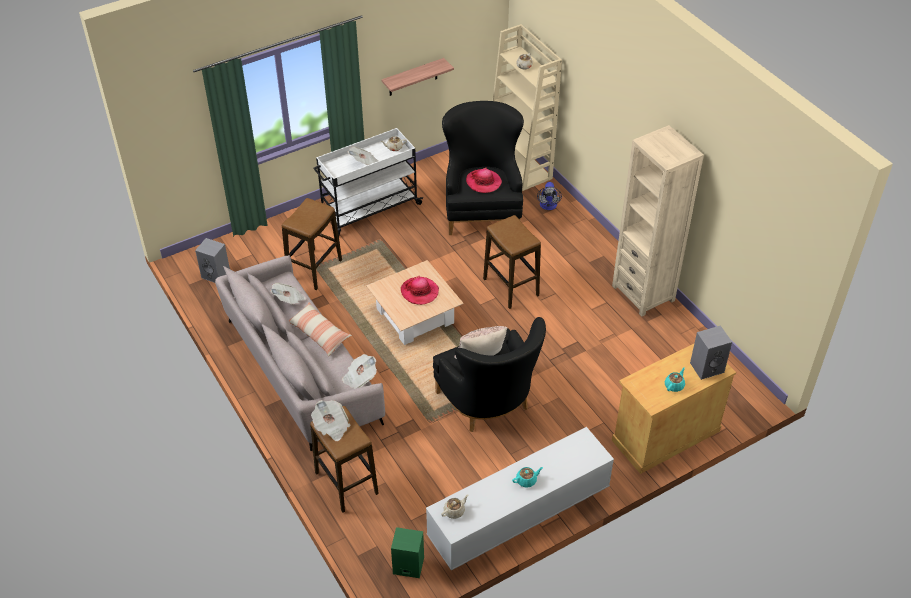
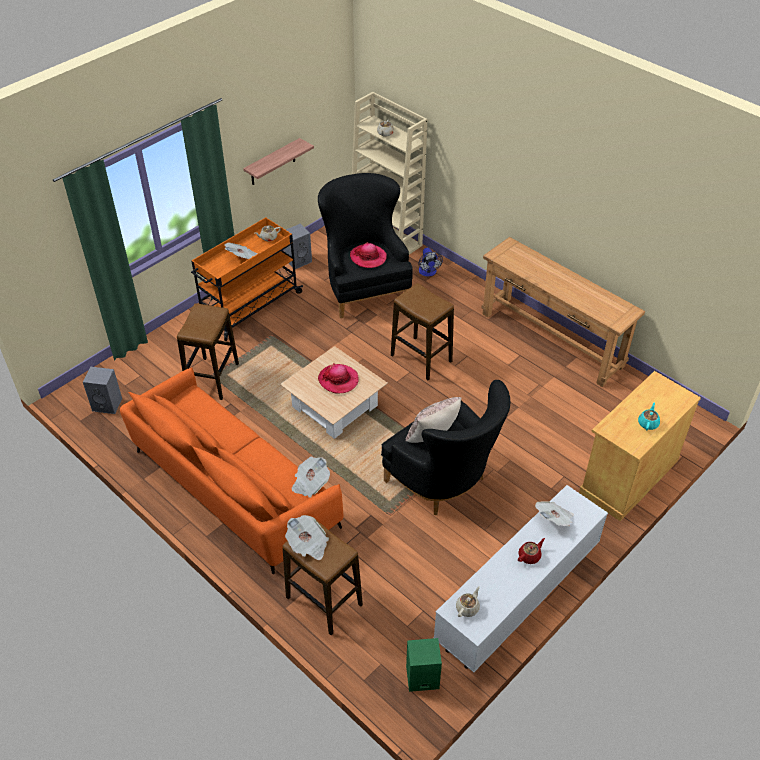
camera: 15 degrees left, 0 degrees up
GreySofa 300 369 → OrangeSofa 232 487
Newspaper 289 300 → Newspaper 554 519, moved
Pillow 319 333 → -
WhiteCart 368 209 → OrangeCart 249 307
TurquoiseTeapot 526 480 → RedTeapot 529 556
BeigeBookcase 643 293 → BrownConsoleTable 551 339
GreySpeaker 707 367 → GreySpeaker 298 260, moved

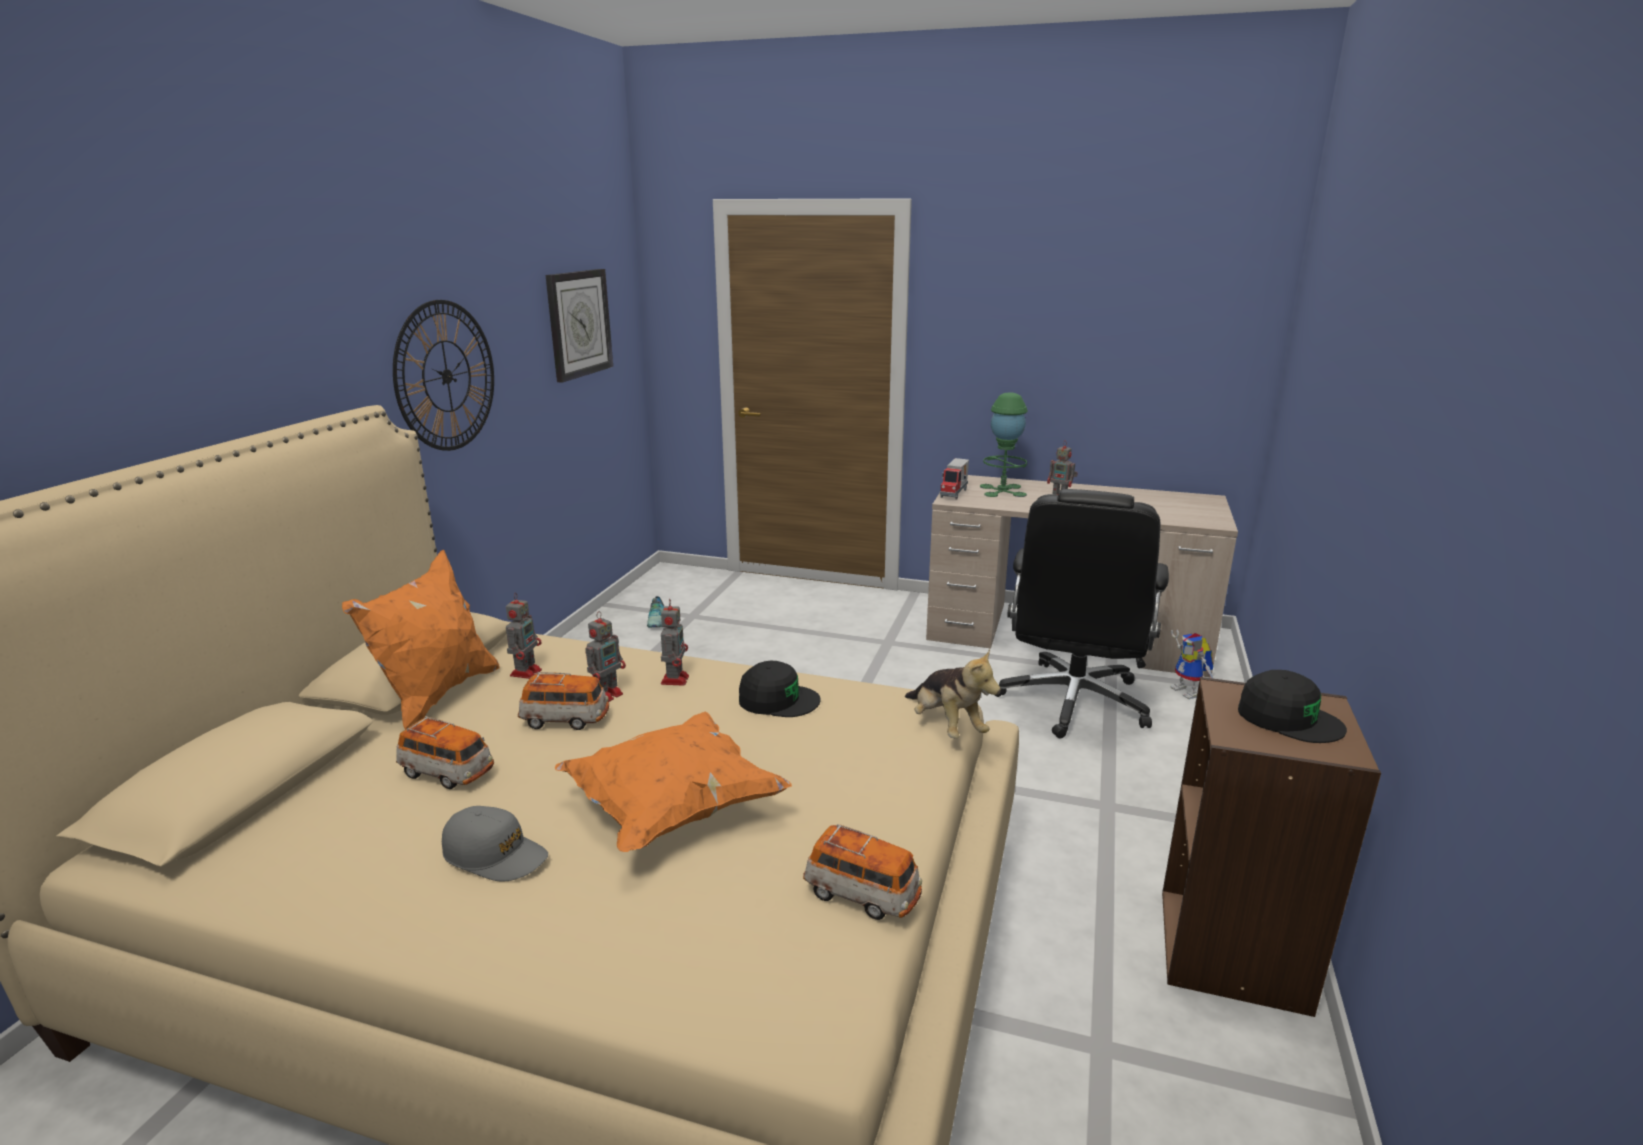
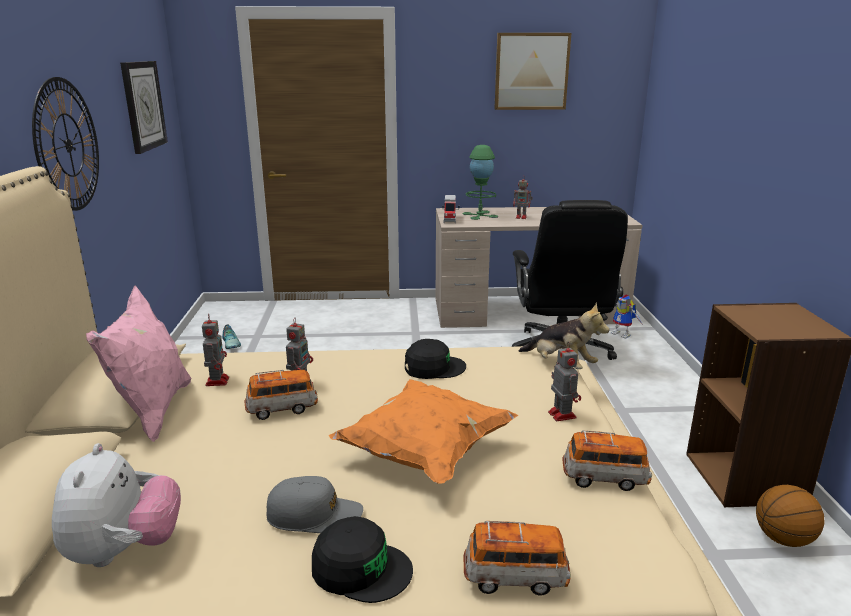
camera: 20 degrees left, 0 degrees up
OrangePillow 437 696 → PinkPillow 153 411
ToyCar 447 773 → ToyCar 515 577, moved
ToyRobot 675 679 → ToyRobot 561 414, moved
BlackCap 1288 718 → BlackCap 361 568, moved
- → PlushToy 124 550
- → Picture 531 71
- → Basketball 783 539

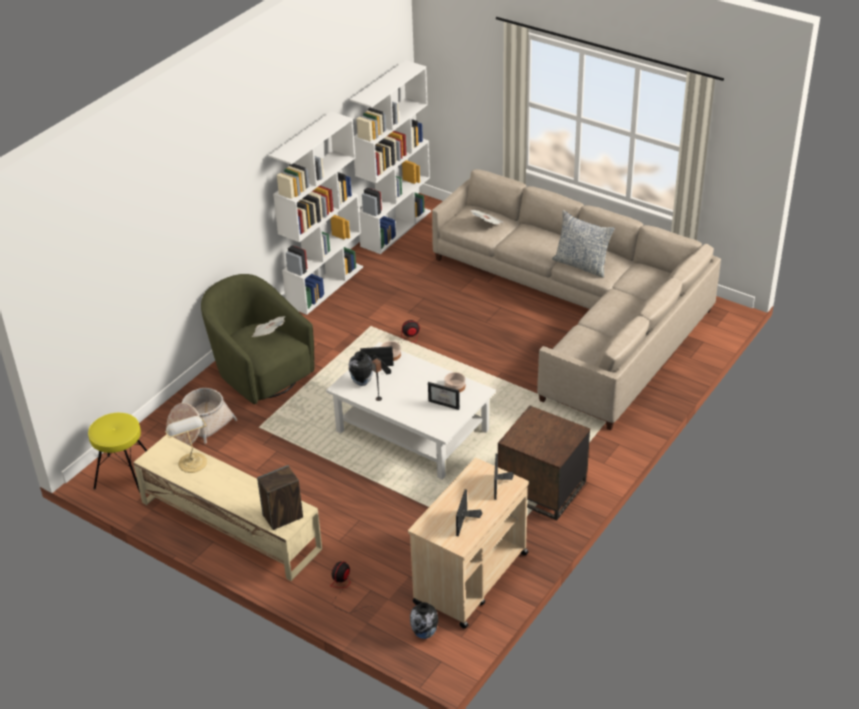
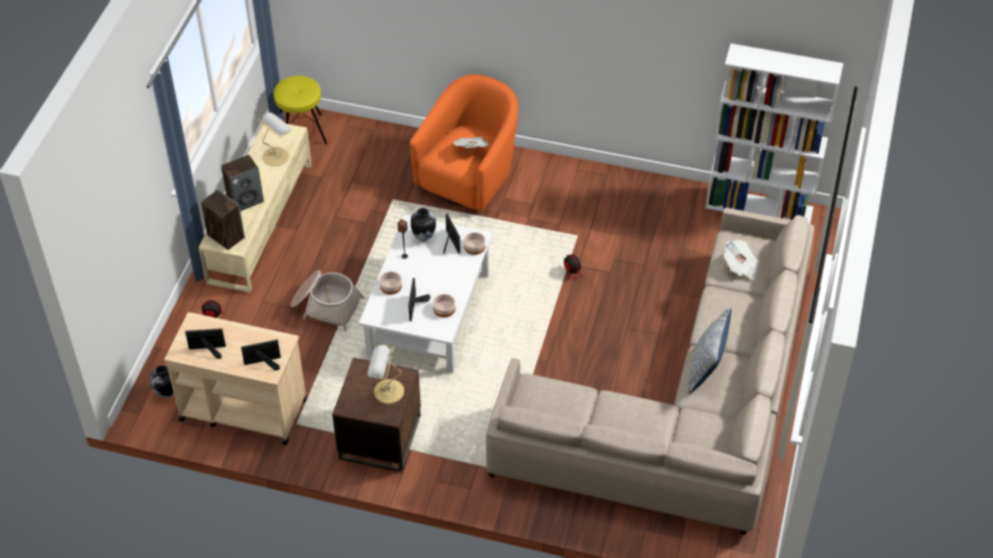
camera: 70 degrees right, 10 degrees up
Basket 200 427 → Basket 326 305, moved
GreenArmchair 261 373 → OrangeArmchair 469 176
WhiteBookcase 325 286 → -
- → Speaker 245 200
- → TableLamp 387 391
- → Bowl 391 286

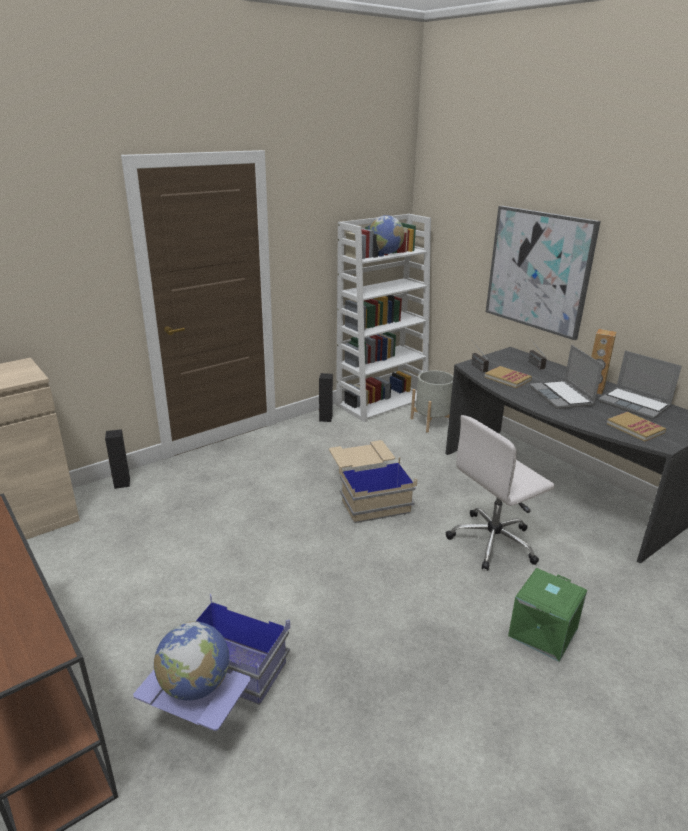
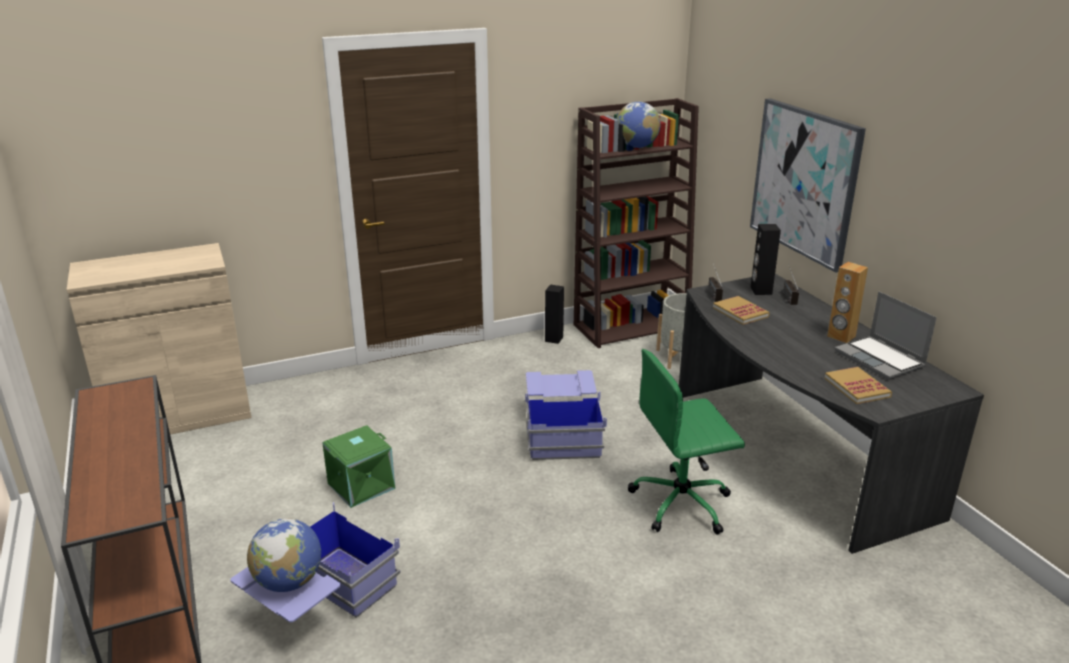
camera: 15 degrees right, 0 degrees up
BlackSpeaker 121 483 → BlackSpeaker 760 291, moved
BeigeStorageBox 368 495 → BlueStorageBox 562 432
WhiteBookcase 382 402 → BrownBookcase 632 326
WhiteOfficeChair 493 542 → GreenOfficeChair 682 503
GreenStorageBox 542 631 → GreenStorageBox 361 485, moved
Laptop 562 396 → -

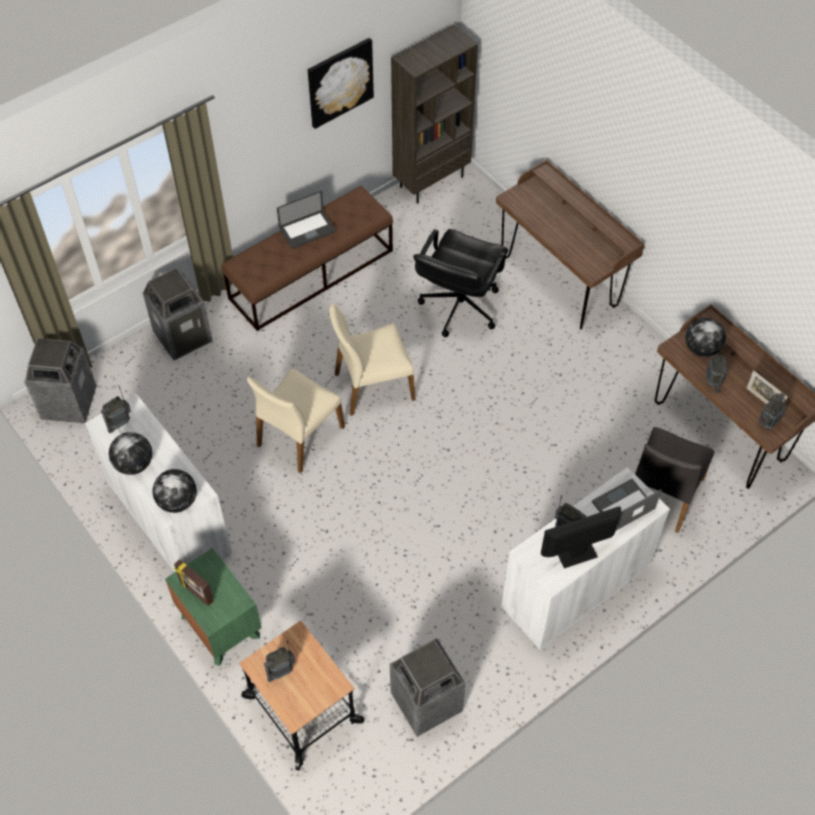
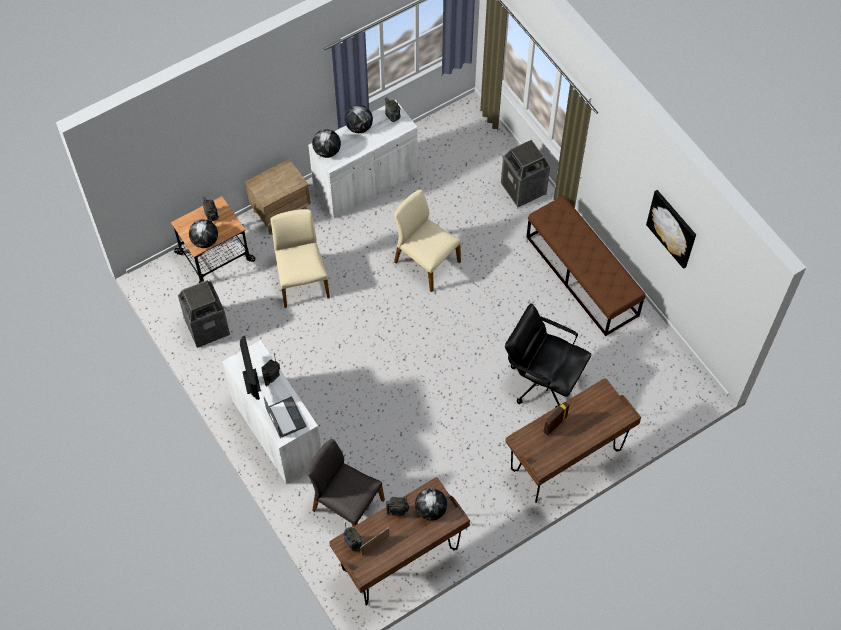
camera: 95 degrees right, 5 degrees up
TrashCan 68 403 → -
GreenNightstand 220 626 → BrownNightstand 281 212
PictureFrame 196 592 → PictureFrame 554 424, moved
Laptop 307 230 → -
BeigeChair 373 385 → BeigeChair 301 280, moved
BrownBookcase 431 181 → -
- → Globe 205 241

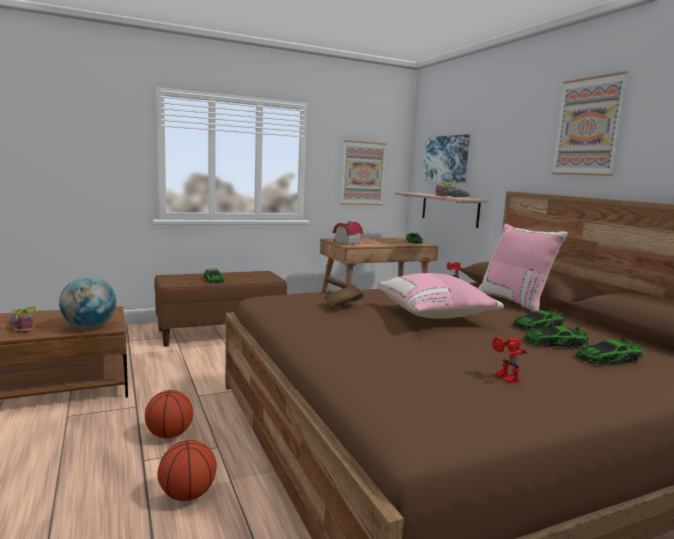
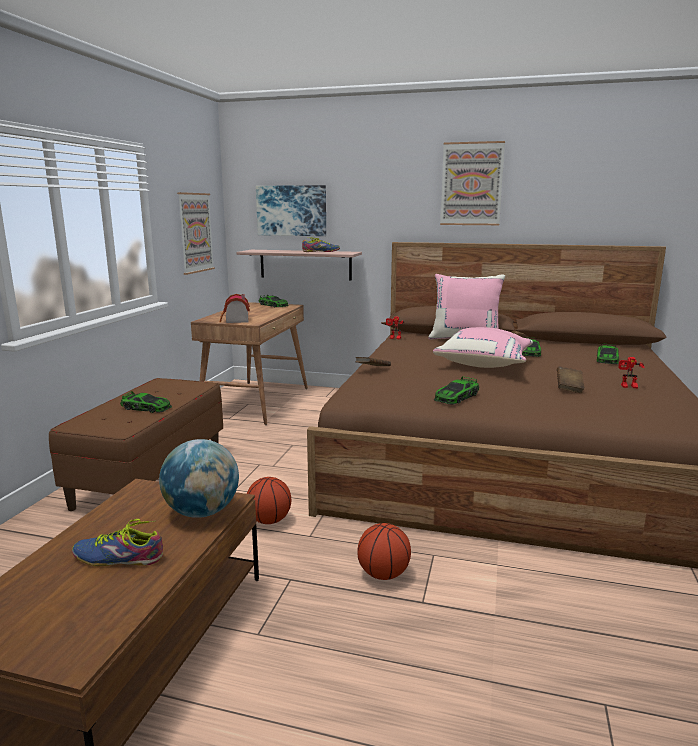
camera: 50 degrees left, 5 degrees up
Basketball 187 495 → Basketball 269 521, moved
BrownBook 343 305 → BrownBook 569 388, moved
ToyCar 554 343 → ToyCar 456 397, moved

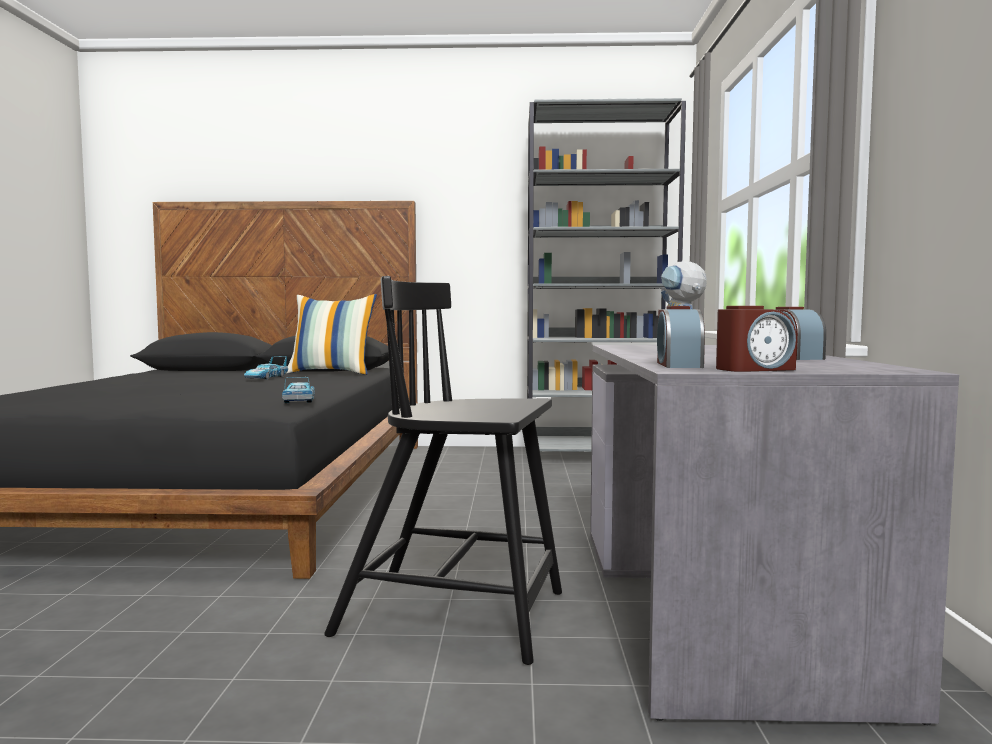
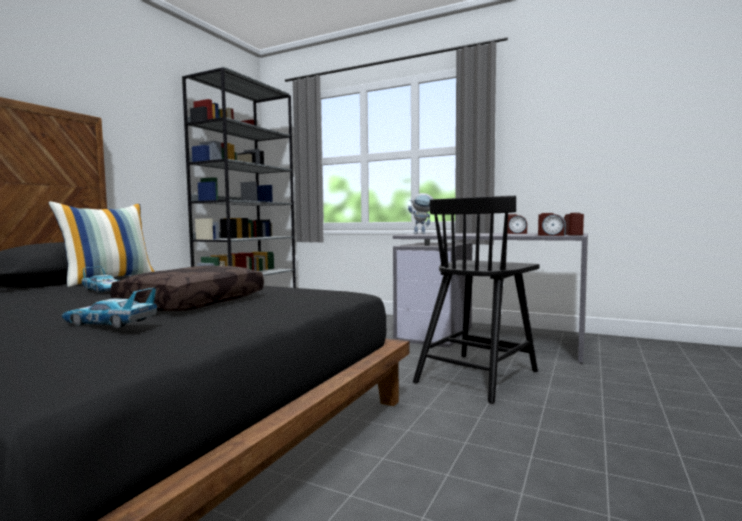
camera: 65 degrees left, 0 degrees up
ToyCar 299 400 → ToyCar 110 322, moved
- → BrownPillow 193 302

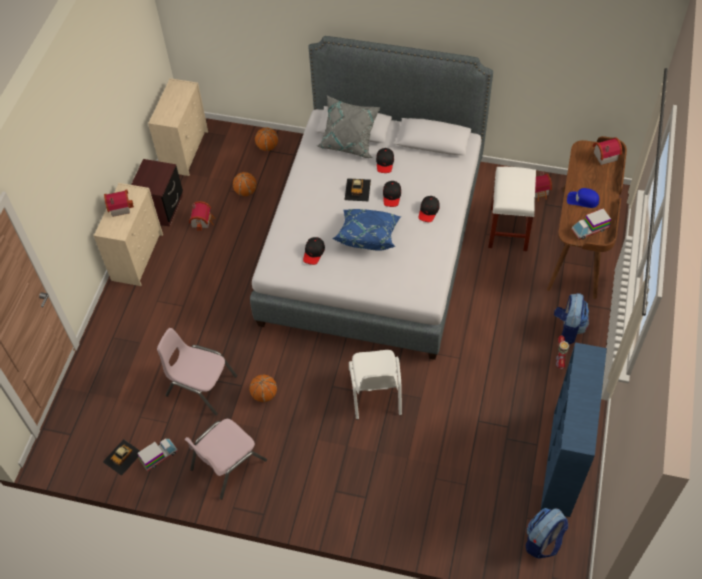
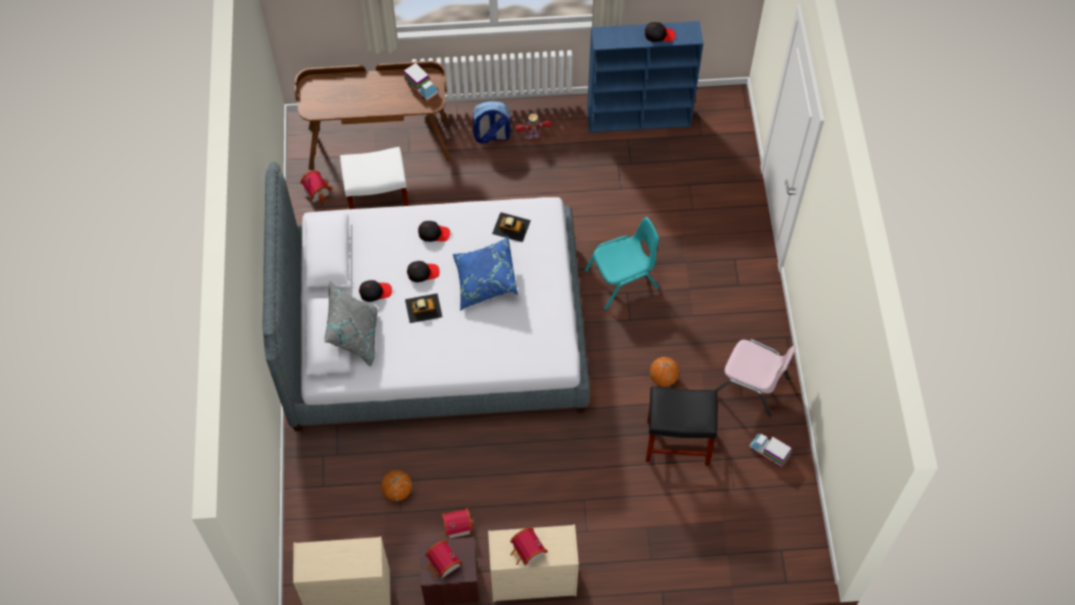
camera: 110 degrees left, 5 degrees up
ToyCar 122 457 → ToyCar 511 226, moved
PinkChair 201 386 → BlackStool 676 442
Basketball 267 147 → -
BlackCap 314 253 → BlackCap 659 35, moved
WhiteChair 375 392 → TurquoiseChair 622 280
Backpack 542 541 → -
BlueCap 582 200 → -
ToyHouse 604 155 → ToyHouse 443 565, moved

